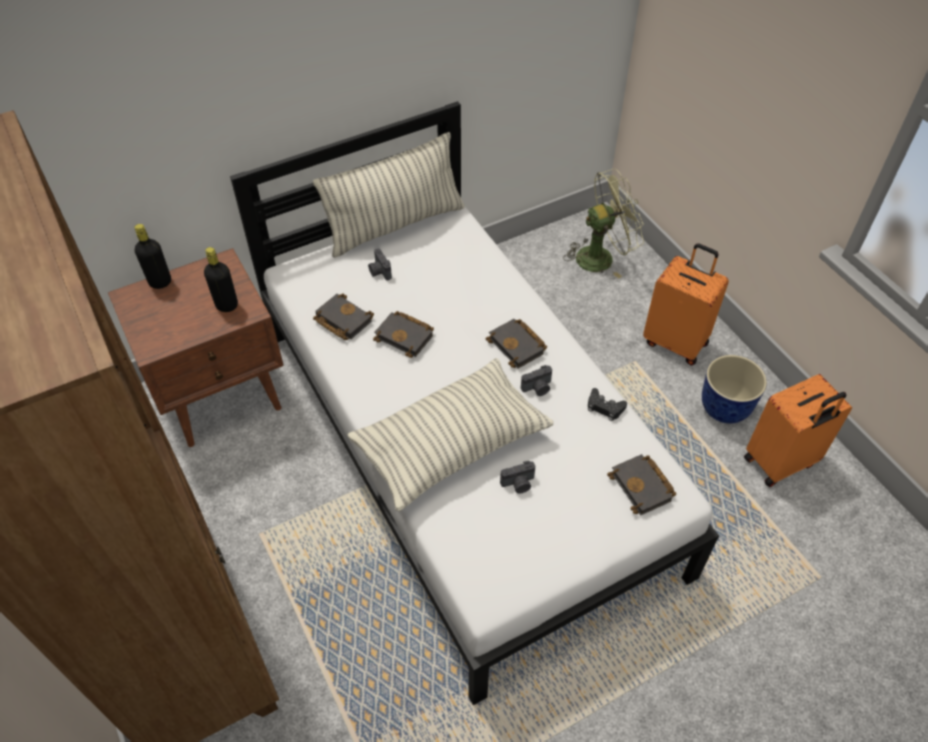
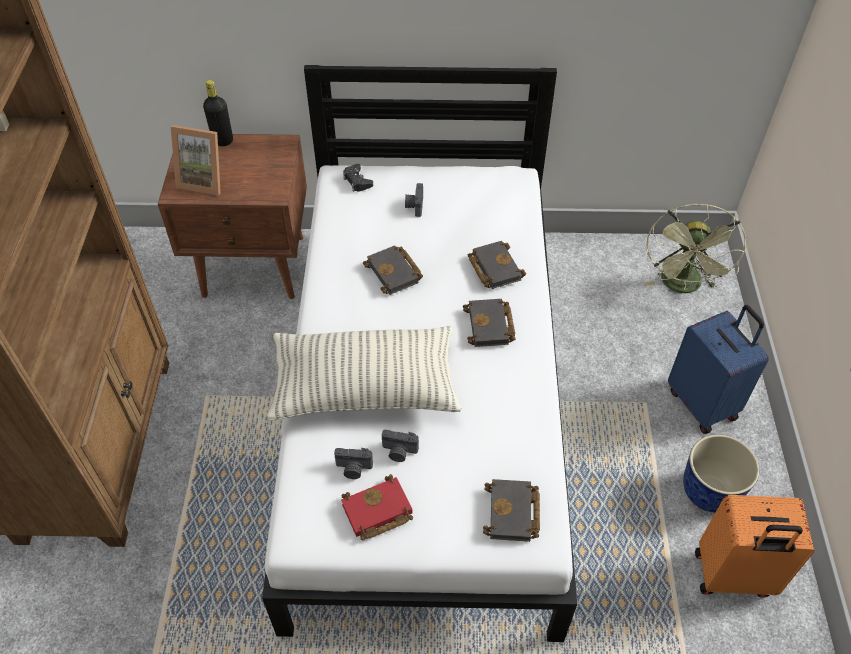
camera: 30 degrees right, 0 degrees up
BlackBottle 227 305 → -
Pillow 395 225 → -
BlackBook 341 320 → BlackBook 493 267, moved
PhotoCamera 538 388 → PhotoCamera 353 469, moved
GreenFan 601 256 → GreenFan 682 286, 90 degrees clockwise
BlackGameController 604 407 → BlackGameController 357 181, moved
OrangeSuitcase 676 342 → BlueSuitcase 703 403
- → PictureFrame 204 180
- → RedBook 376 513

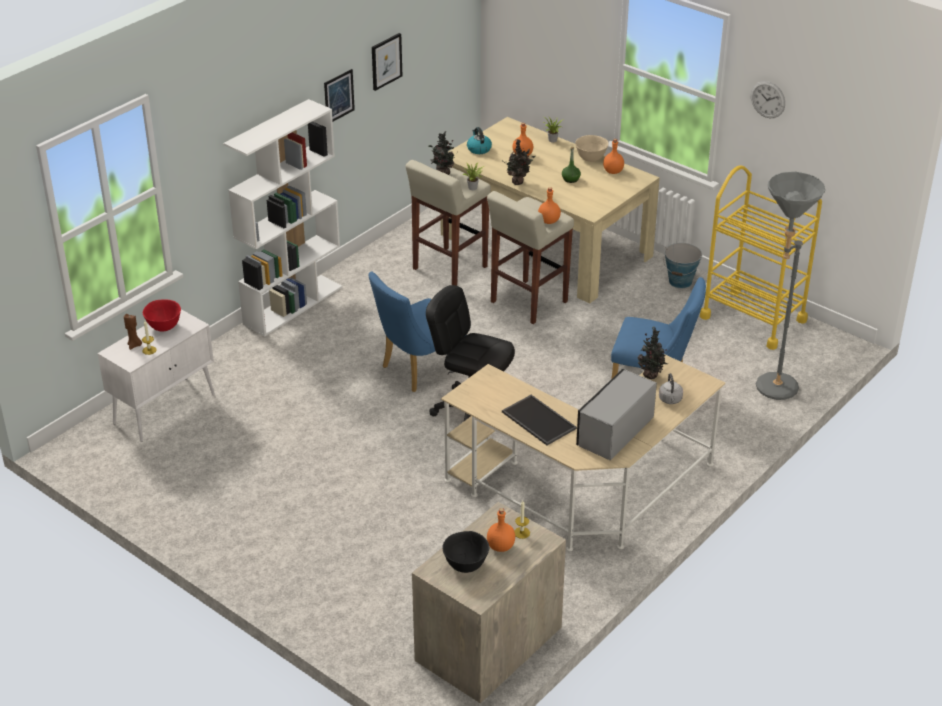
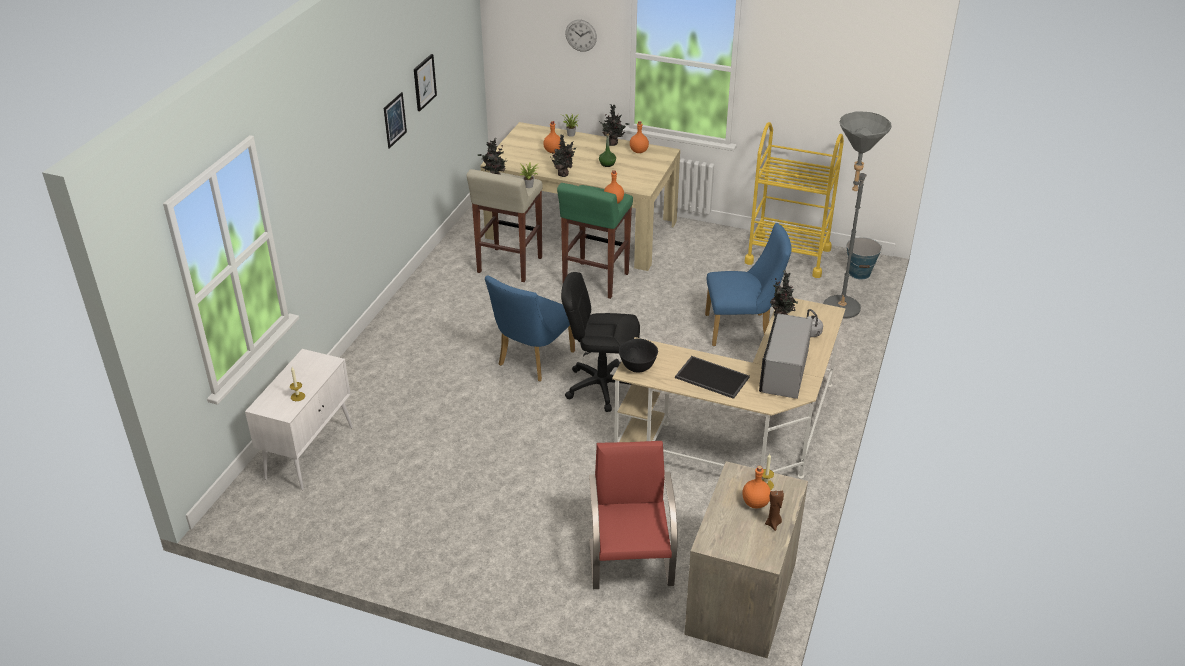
camera: 20 degrees left, 0 degrees up
BrownCandle 134 345 → BrownCandle 773 523, moved
RedBowl 163 326 → -
WhiteBookcase 293 305 → -
BlackBowl 466 564 → BlackBowl 637 366, moved
Kettle 478 149 → -
BeigeStool 528 302 → GreenStool 595 281
BeigeBowl 591 158 → PottedPlant 613 143
Bucket 680 281 → Bucket 859 273, moved
WallClock 768 99 → WallClock 581 35, moved
- → RedChair 631 561

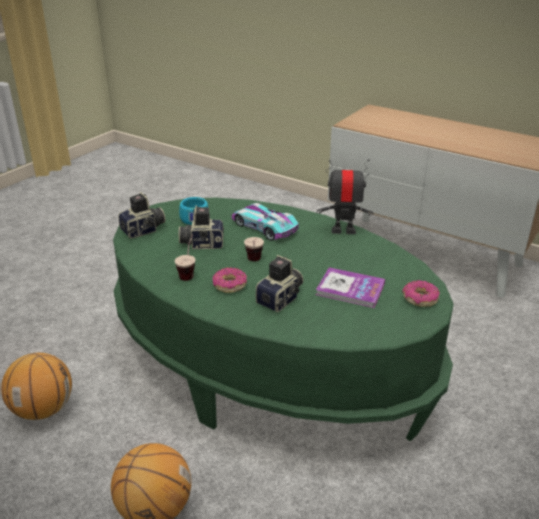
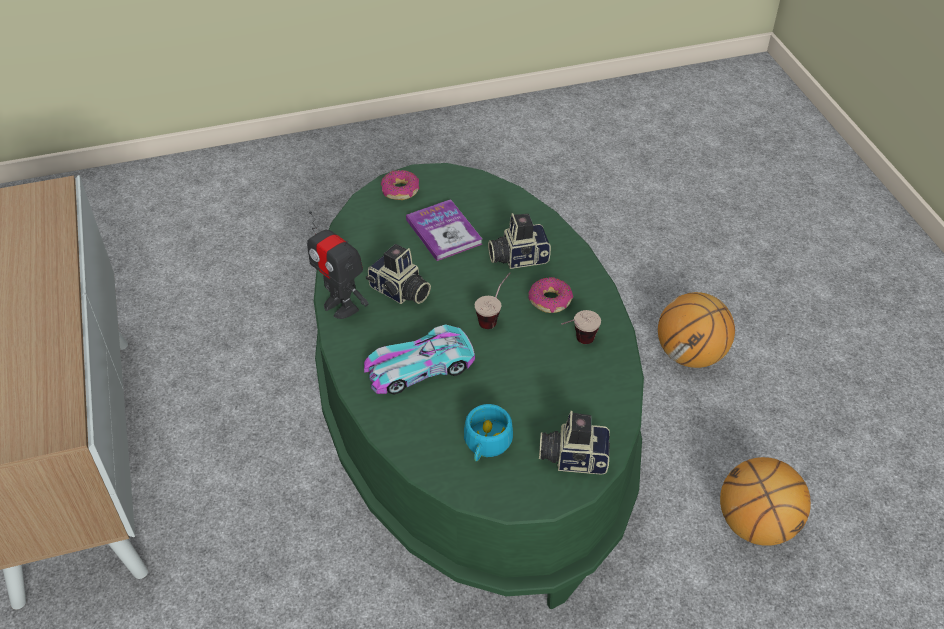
camera: 140 degrees left, 15 degrees up
PhotoCamera 202 243 → PhotoCamera 399 292, moved
ToyCar 264 227 → ToyCar 419 367, 75 degrees clockwise

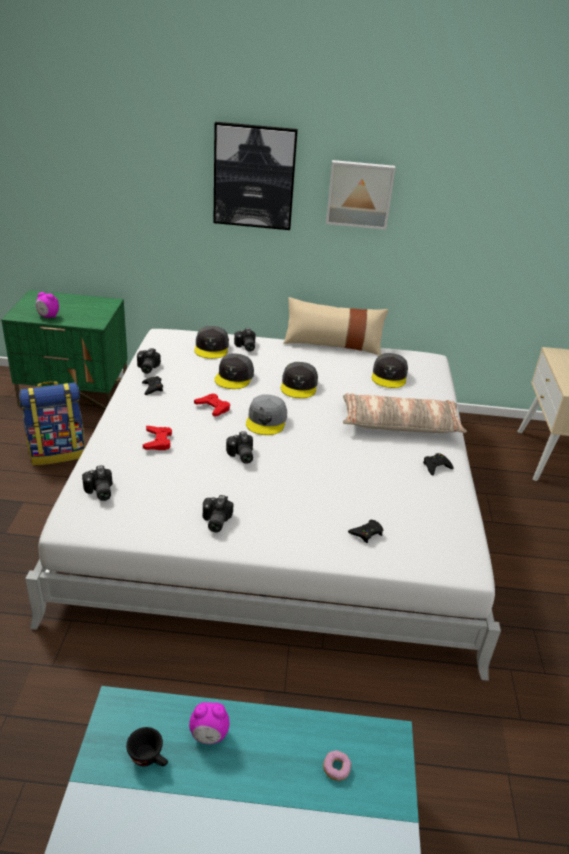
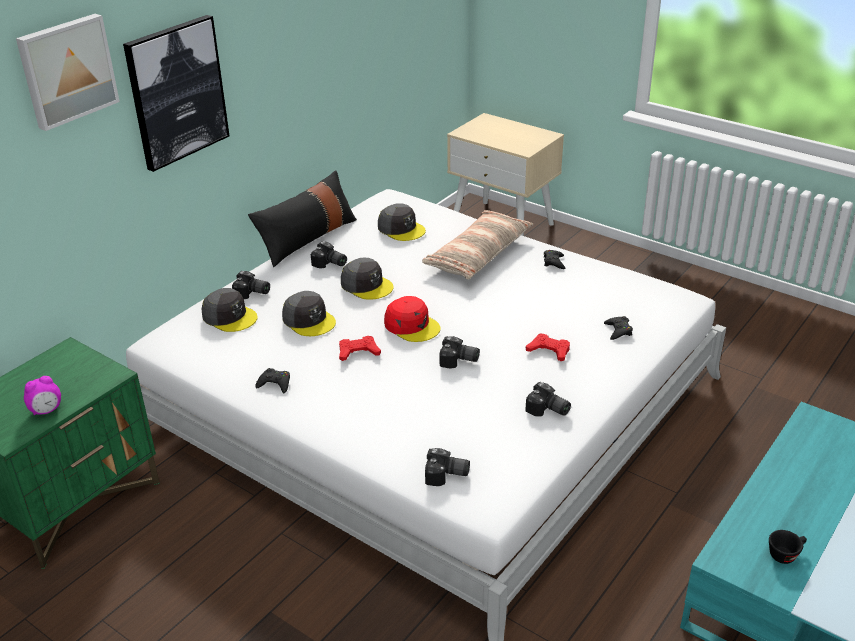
camera: 55 degrees left, 0 degrees up
Backpack 58 452 → -
PhotoCamera 146 368 → PhotoCamera 329 264, moved
RedGameController 158 441 → RedGameController 549 351, moved
AlarmClock 209 735 → -
GreyCap 266 420 → RedCap 412 325
BeigePillow 333 344 → BlackPillow 307 238
Donut 336 769 → -
Picture 359 194 → Picture 67 70, moved

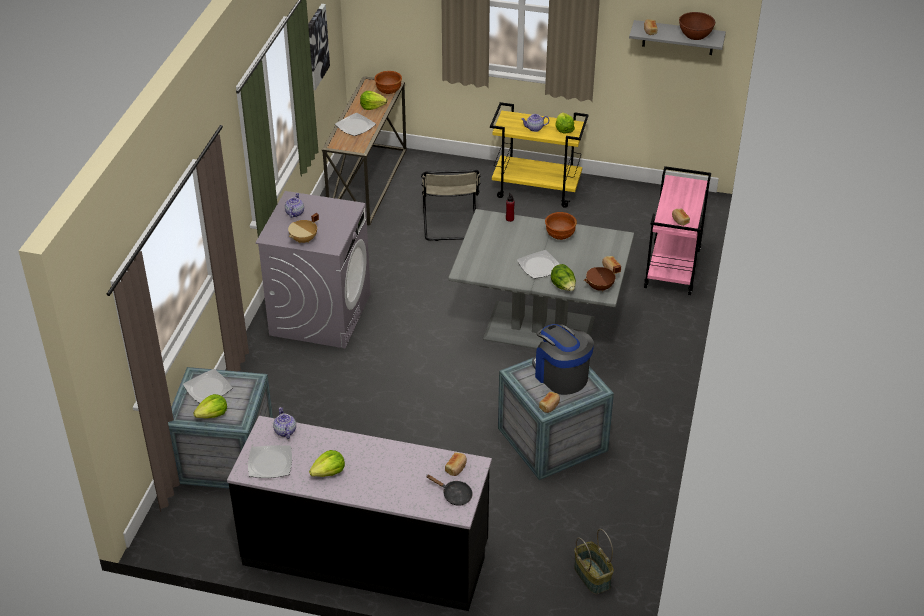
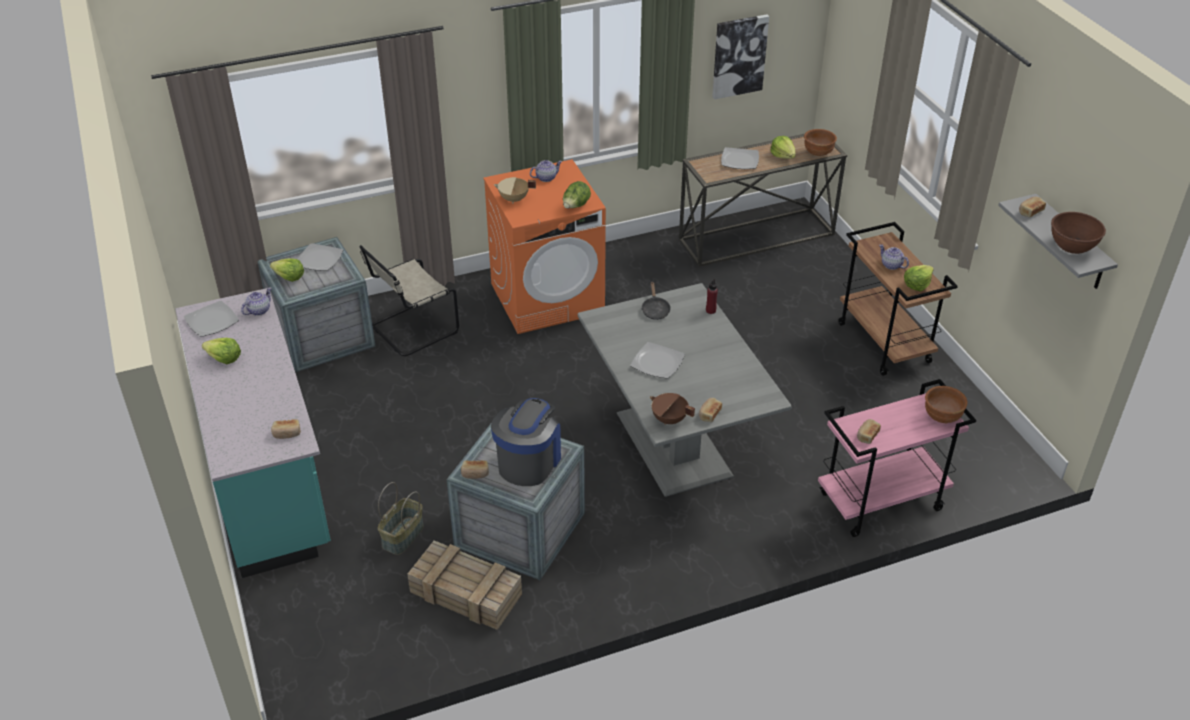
camera: 55 degrees right, 0 degrees up
BlackCounter 366 554 → TurquoiseCounter 267 475
GreyWashingMachine 320 314 → OrangeWashingMachine 548 298
BeigeChair 450 225 → BeigeChair 411 330, moved
BlackFryingPan 454 495 → BlackFryingPan 655 310, moved
YellowCart 537 189 → BrownCart 885 343
BrownBowl 559 235 → BrownBowl 942 417, moved
Lettuce 563 287 → Lettuce 576 206, moved
Basket 593 576 → Basket 403 536, moved
- → Crate 467 593

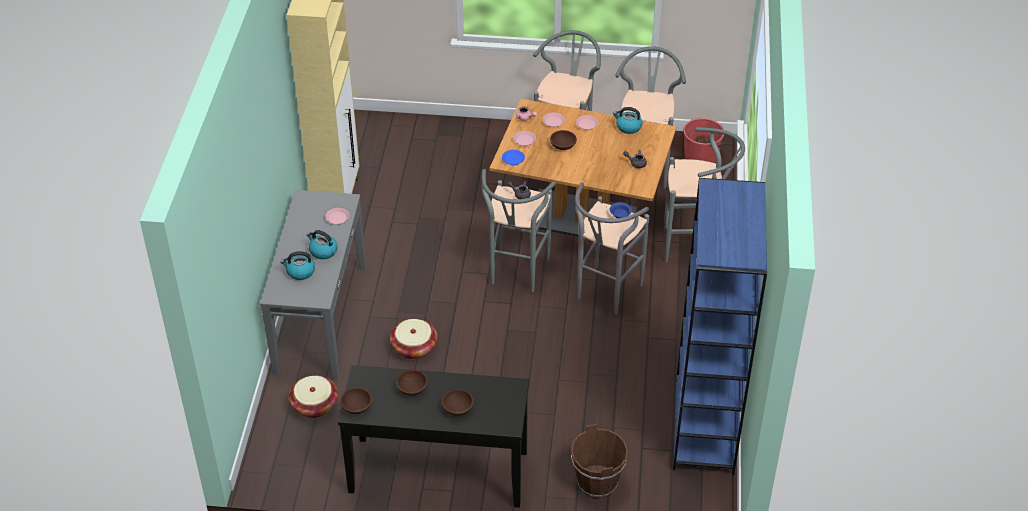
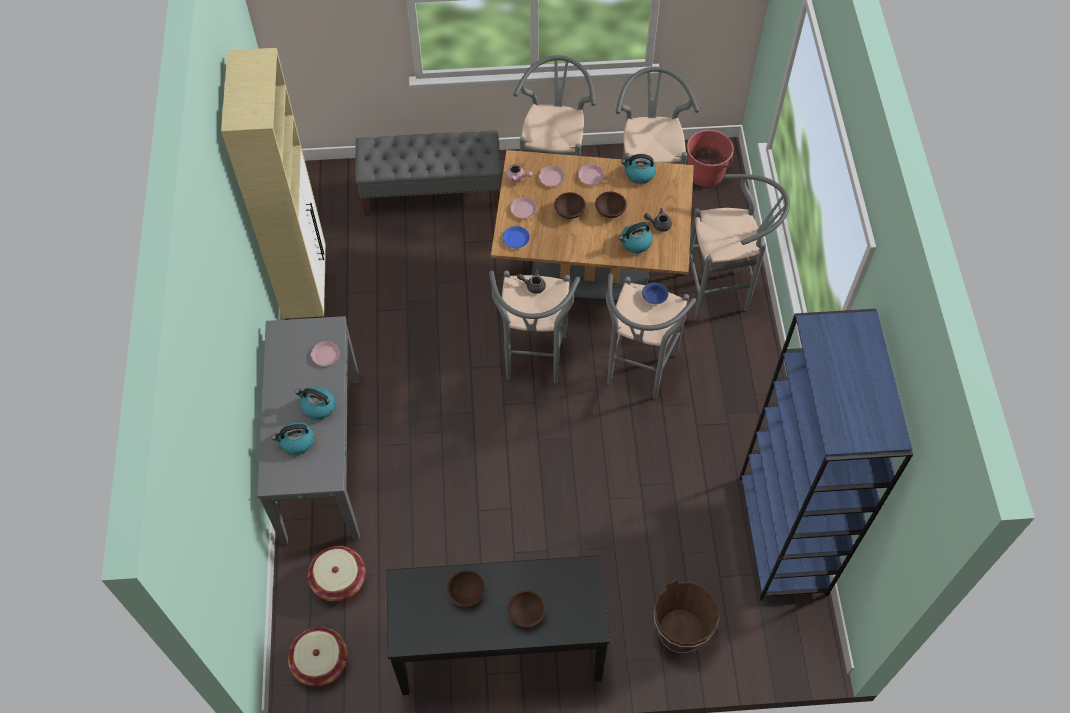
camera: 10 degrees left, 15 degrees up
BrownBowl 357 407 → BrownBowl 610 211, moved
Basket 414 347 → Basket 320 662, moved
- → GreyBench 432 193
- → Kettle 635 243

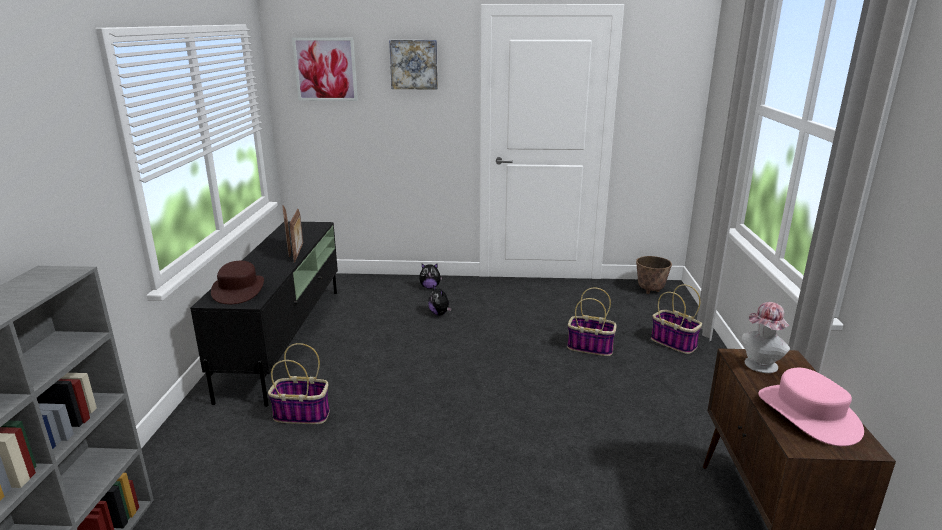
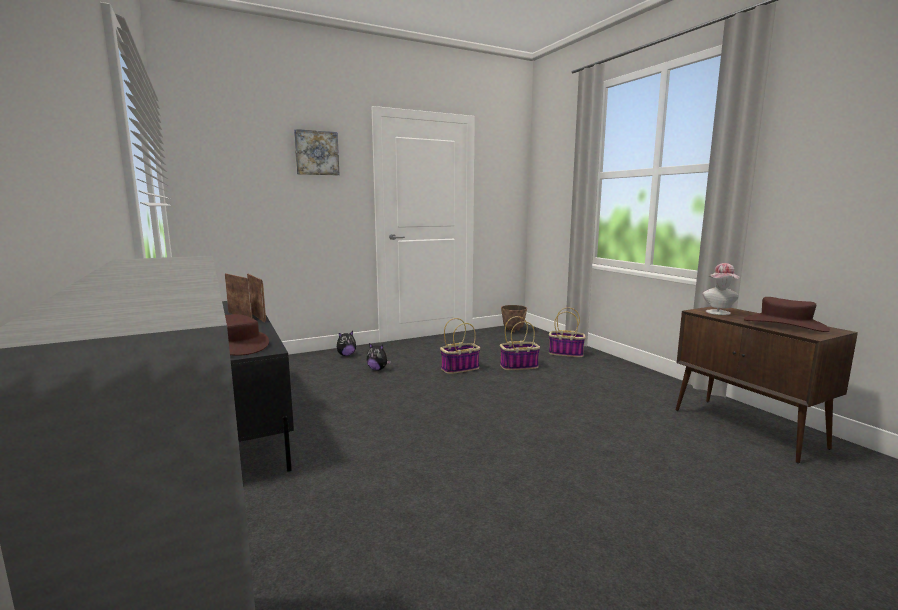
camera: 30 degrees left, 10 degrees down
Basket 303 414 → Basket 460 368, moved
Picture 325 69 → -
PinkHat 808 414 → BrownHat 785 324

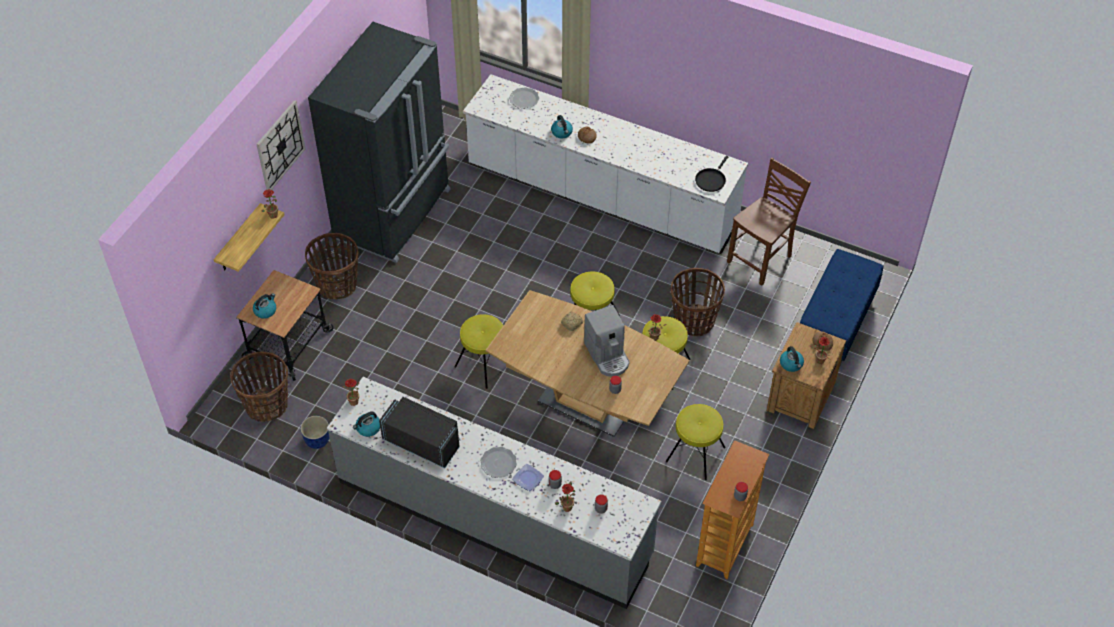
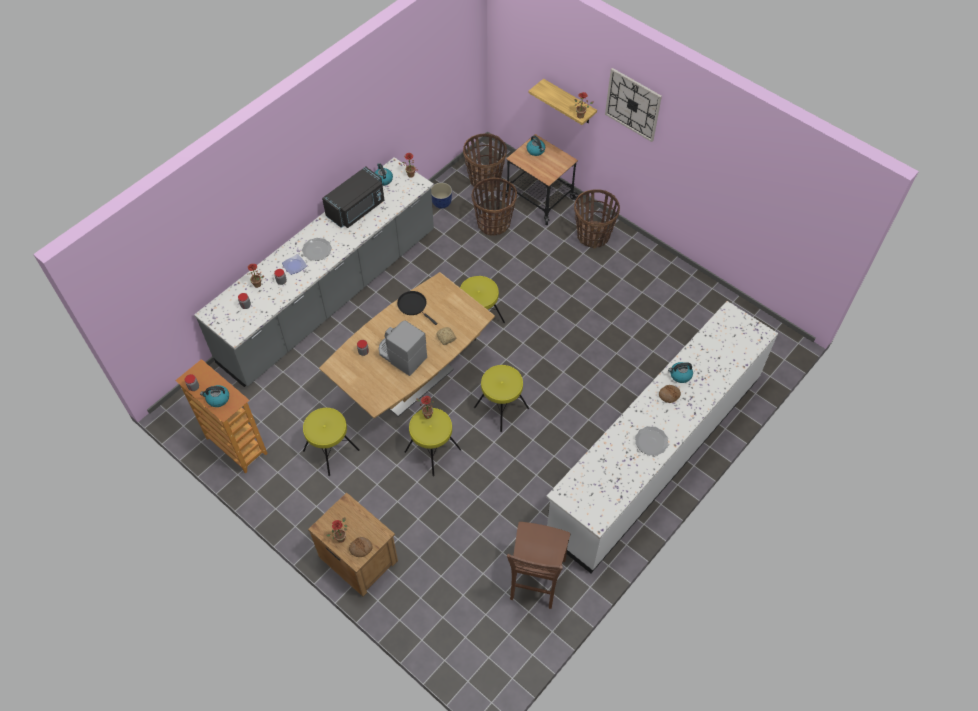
camera: 105 degrees right, 5 degrees up
BlackFridge 395 214 → -
Plate 524 99 → Plate 651 442, moved
CoffeeMachine 607 355 → CoffeeMachine 401 355, 45 degrees clockwise
Basket 693 321 → Basket 493 223, moved
BlackFryingPan 711 180 → BlackFryingPan 413 306, moved
BrownChair 761 259 → BrownChair 535 580, 45 degrees clockwise
Kettle 791 364 → Kettle 217 399, moved
BlueBench 835 324 → -

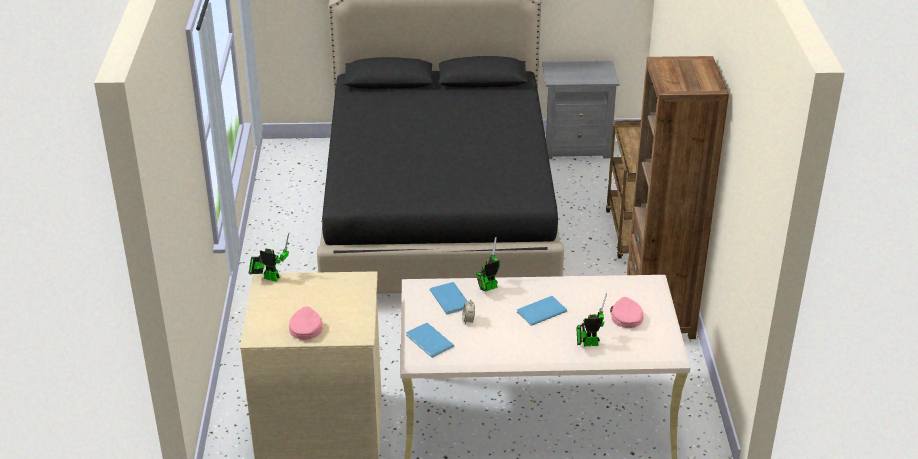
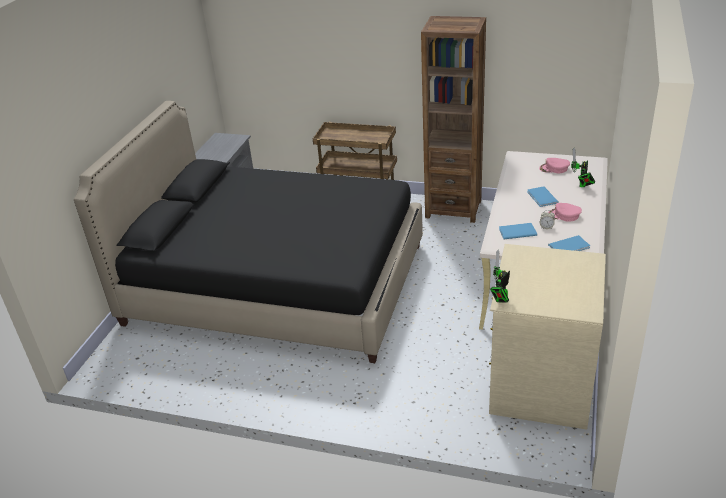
camera: 70 degrees left, 0 degrees up
PinkCap 305 327 → PinkCap 564 215, moved
ToyRobot 487 288 → -

